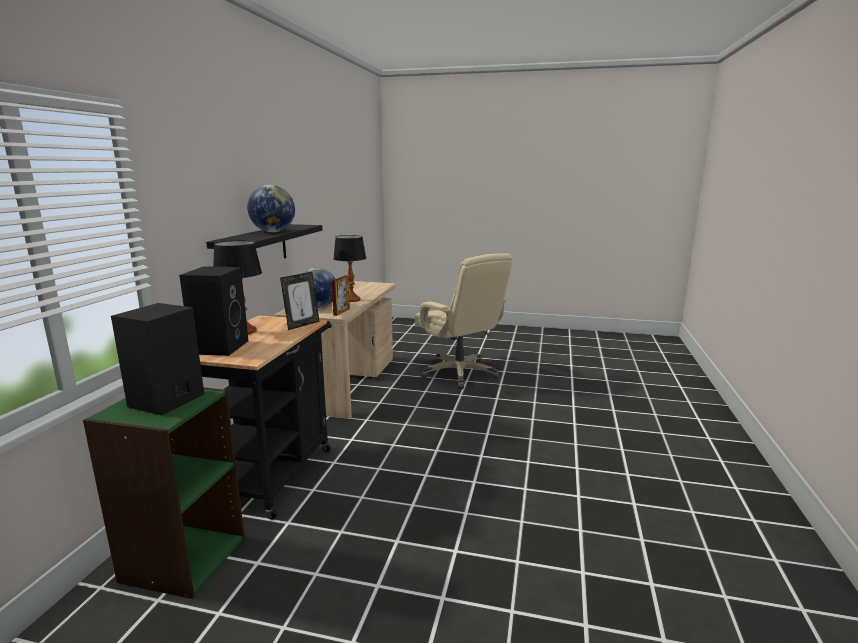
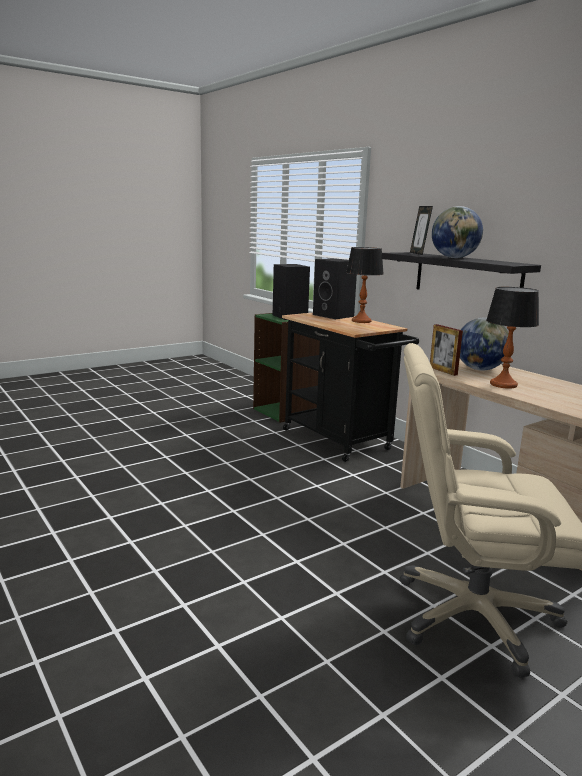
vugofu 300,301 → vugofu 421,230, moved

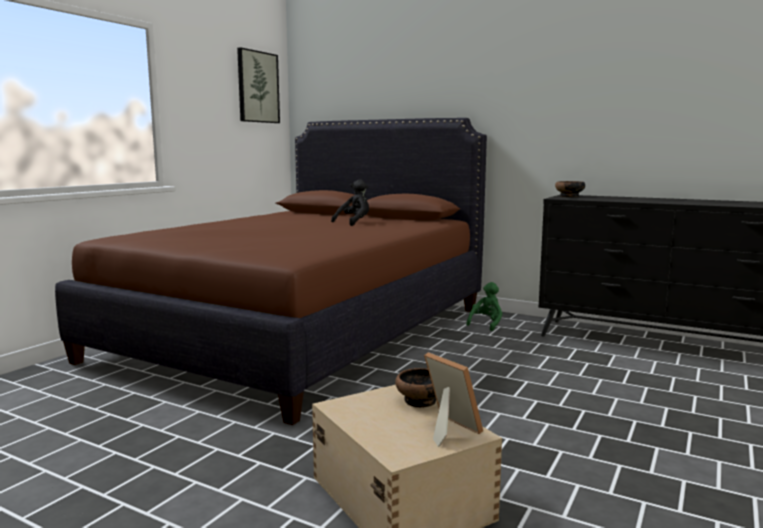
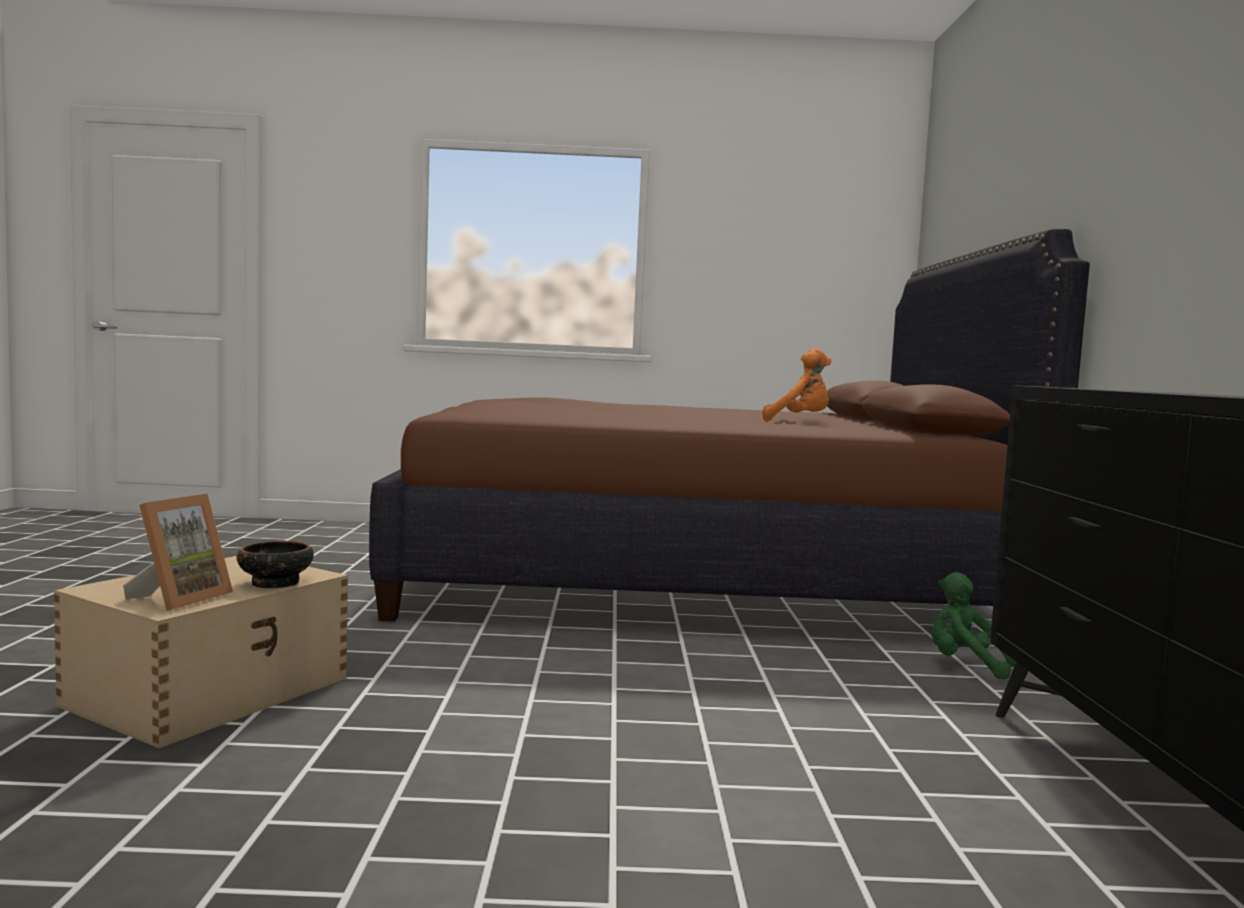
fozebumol 258,85 → -
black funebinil 350,202 → orange funebinil 797,385
green funebinil 484,306 → green funebinil 974,626, 150 degrees counterclockwise
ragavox 570,189 → -

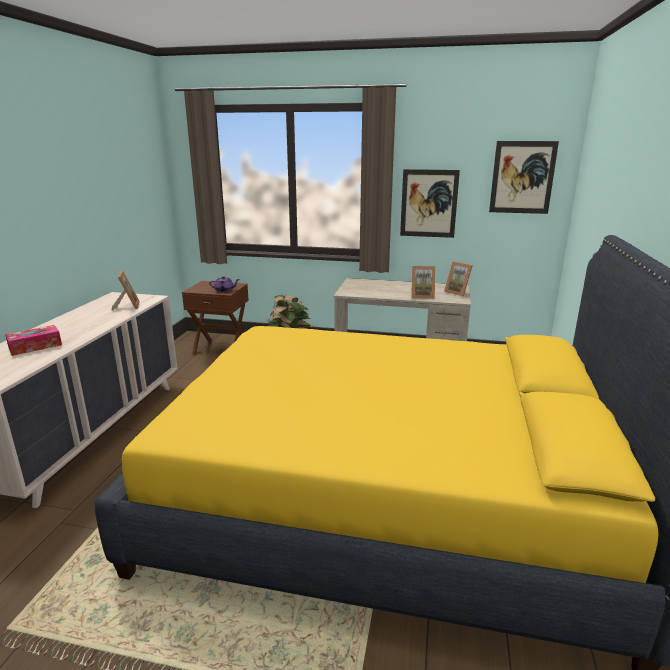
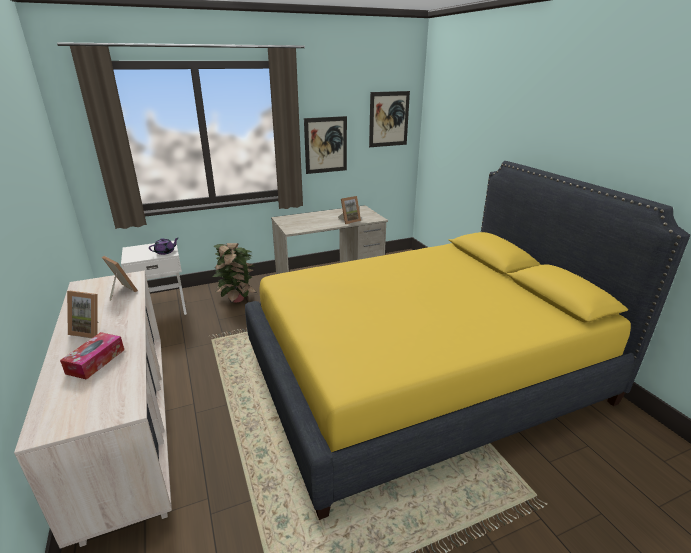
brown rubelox 215,318 → white rubelox 154,277
vugofu 458,279 → vugofu 83,314, moved

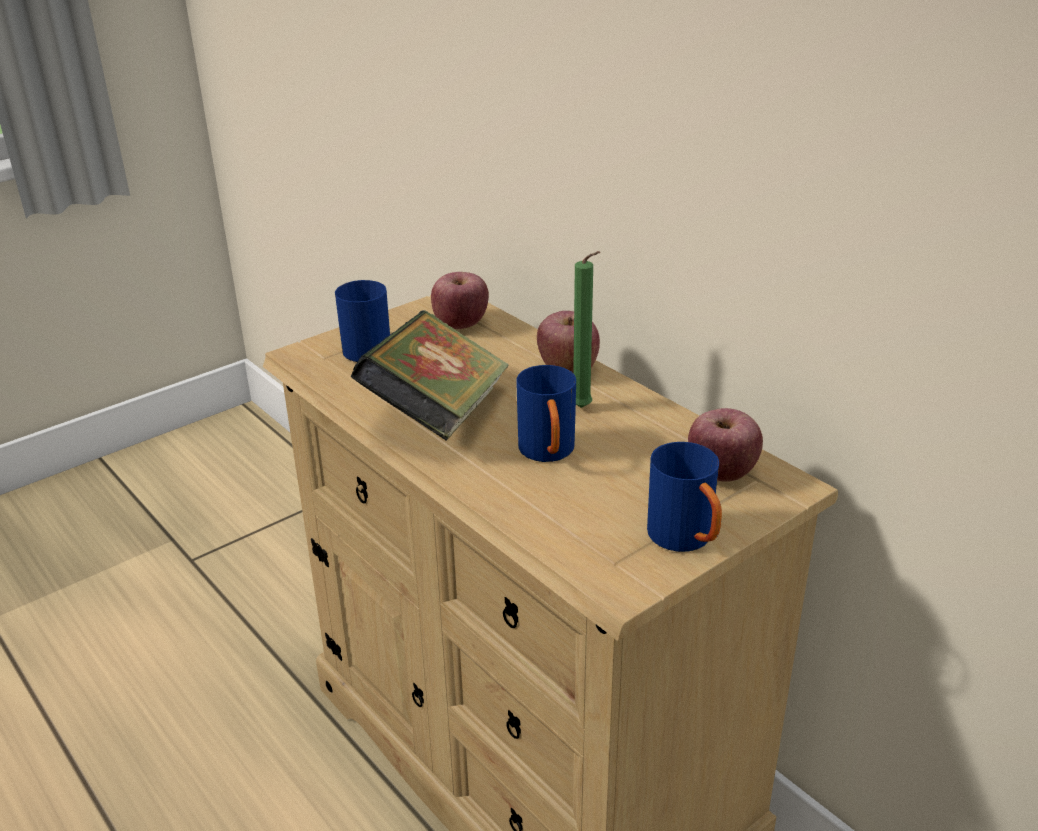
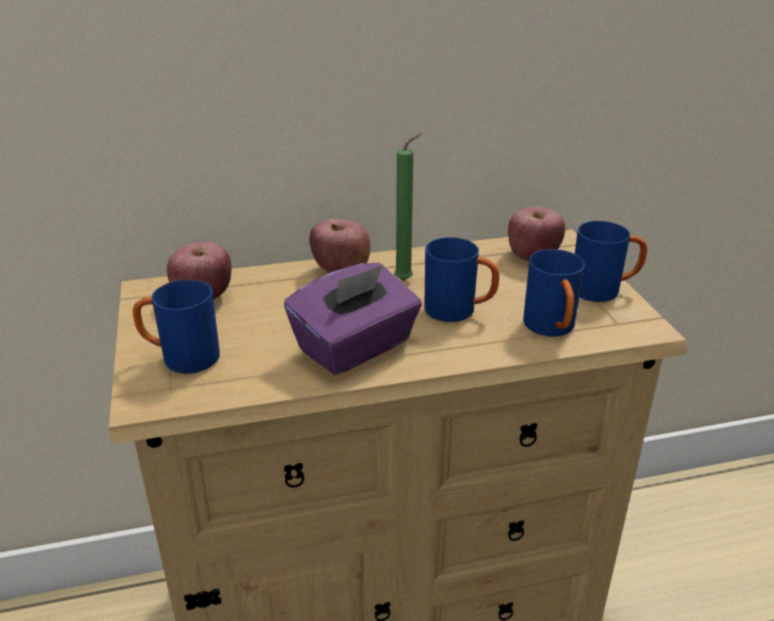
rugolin 430,375 → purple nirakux 353,318
- → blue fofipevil 554,292

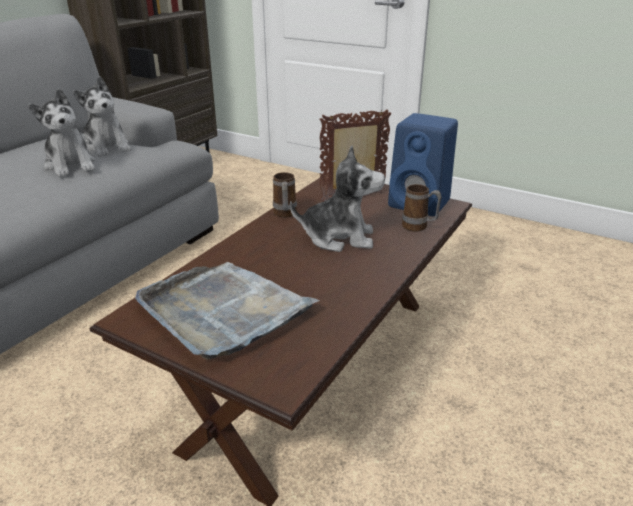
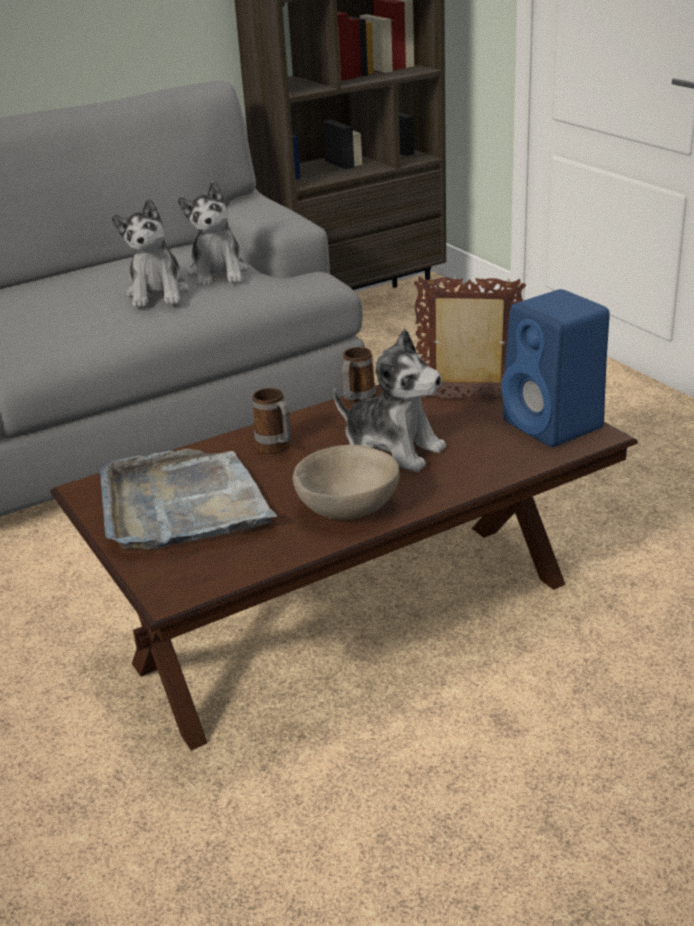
fofipevil 422,208 → fofipevil 271,421, moved
- → beige ragavox 346,482

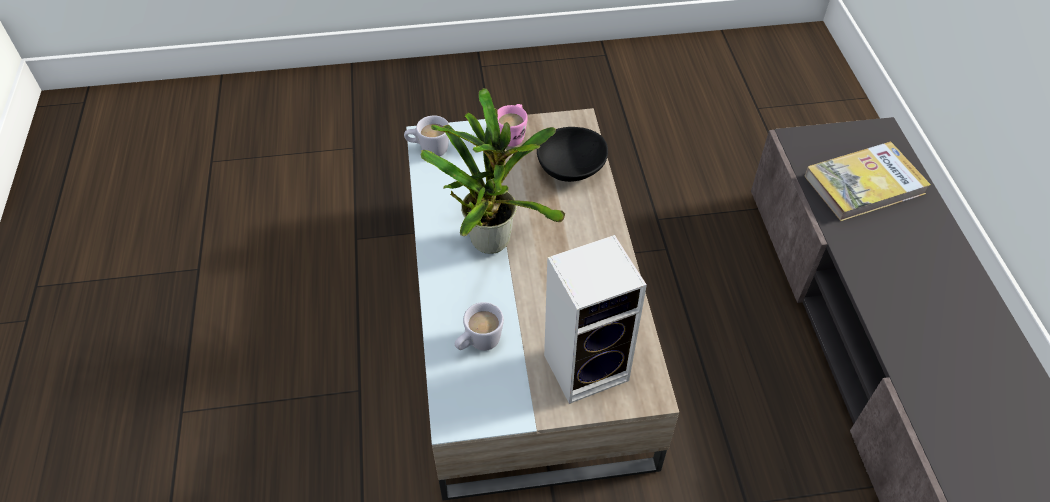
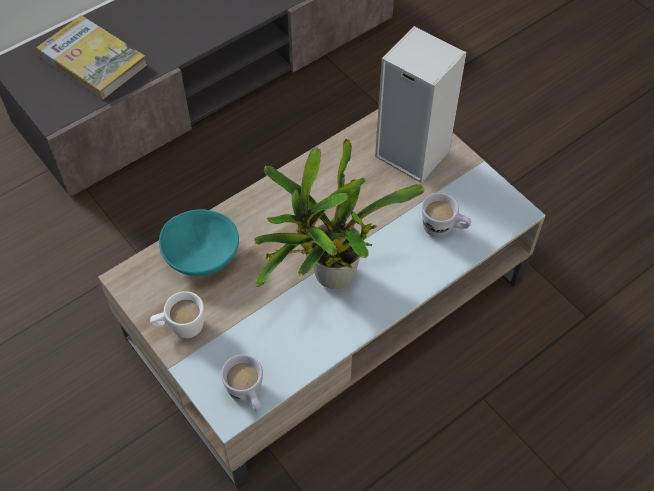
pink fofipevil 512,125 → white fofipevil 177,314
black ragavox 572,154 → turquoise ragavox 199,243

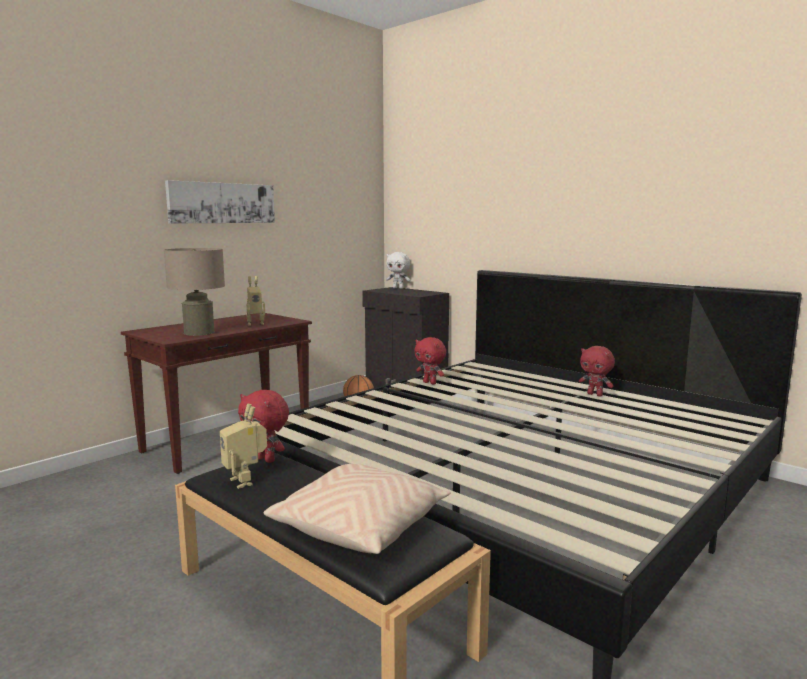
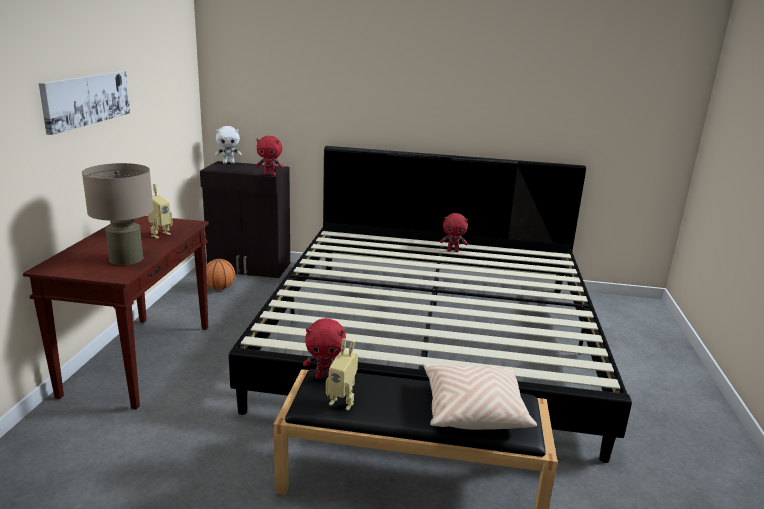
red funebinil 430,360 → red funebinil 270,156, moved

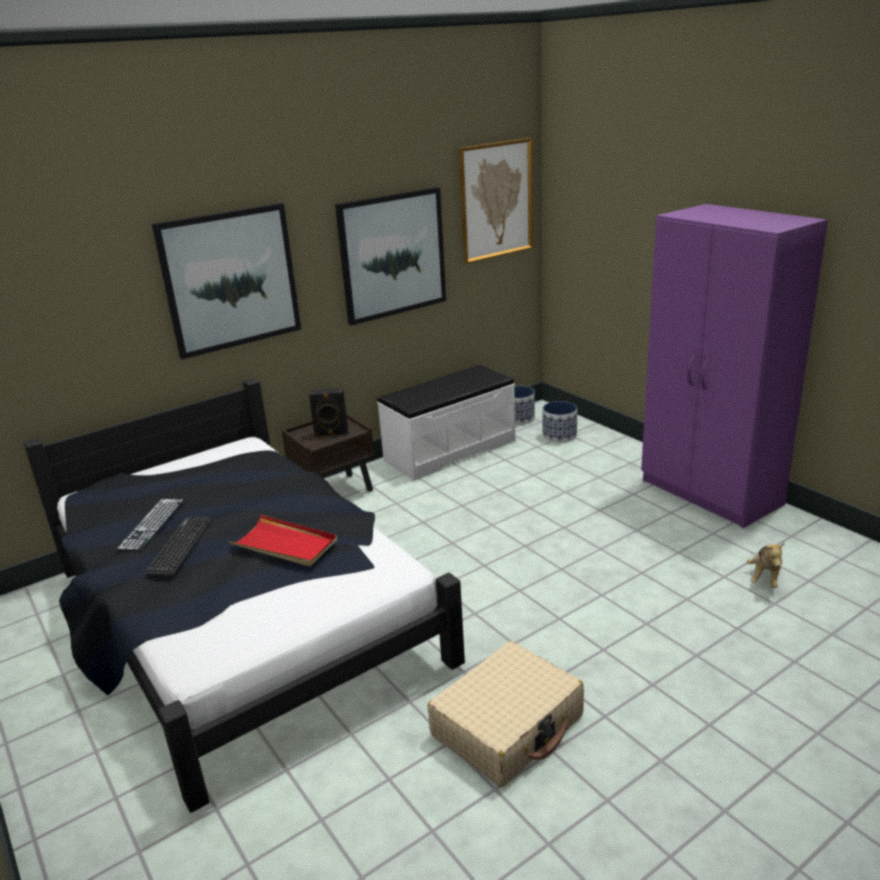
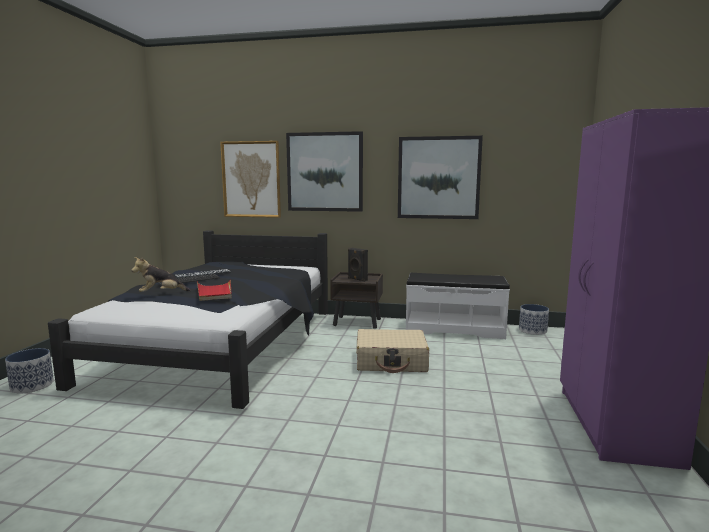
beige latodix 506,714 → beige latodix 392,351, moved
fozebumol 496,201 → fozebumol 250,179, moved
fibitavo 560,422 → fibitavo 29,370, moved
funebinil 766,565 → funebinil 161,274, moved

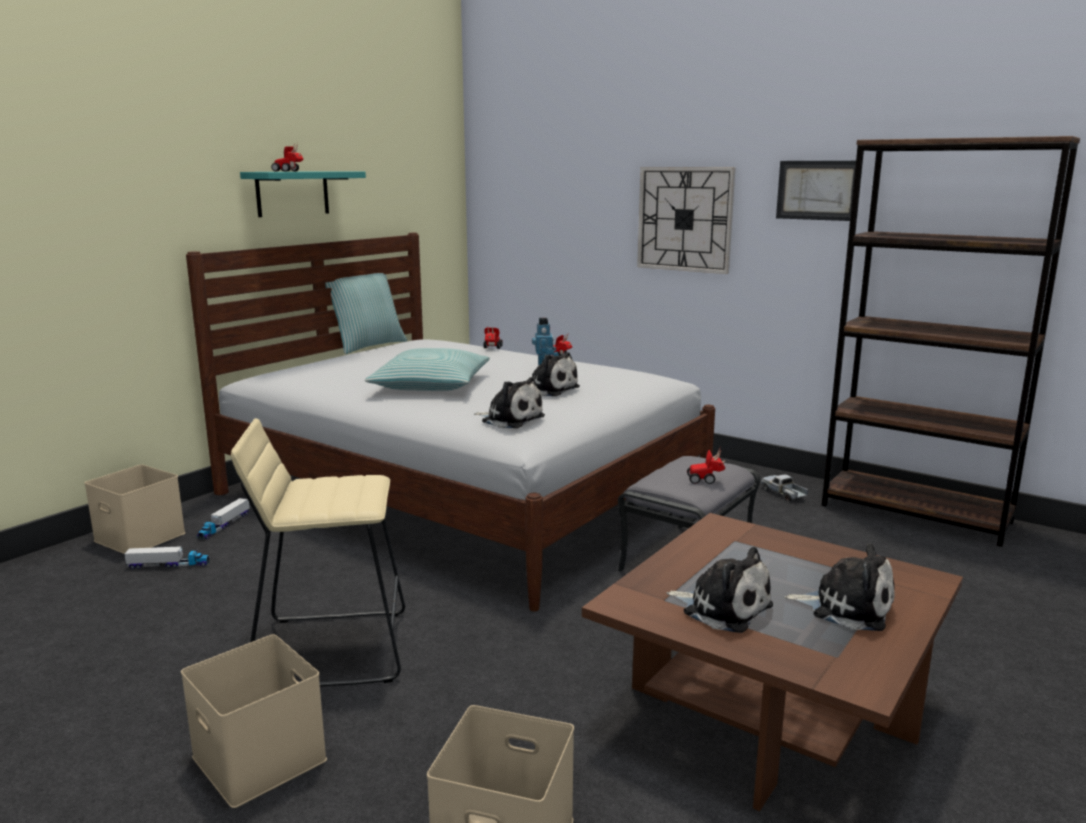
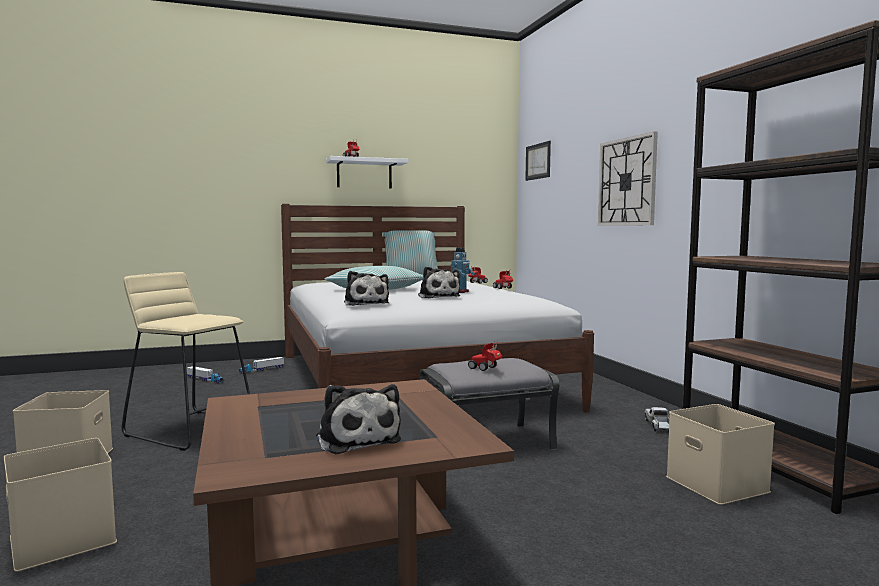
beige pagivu 135,509 → beige pagivu 720,454, moved
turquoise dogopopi 303,194 → white dogopopi 367,172
funebinil 719,590 → -
fozebumol 816,191 → fozebumol 538,161, moved

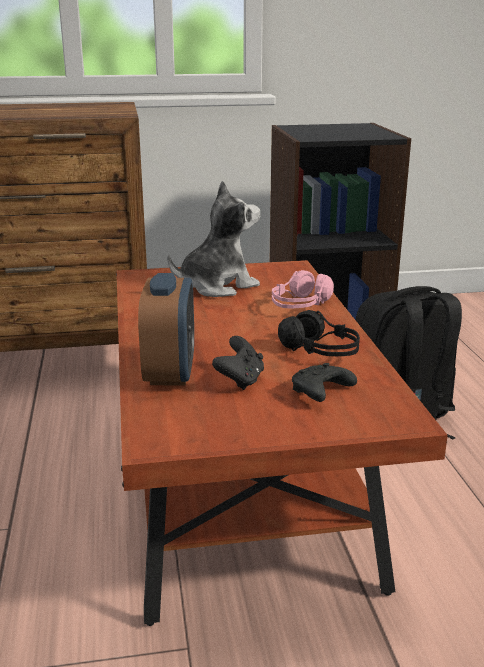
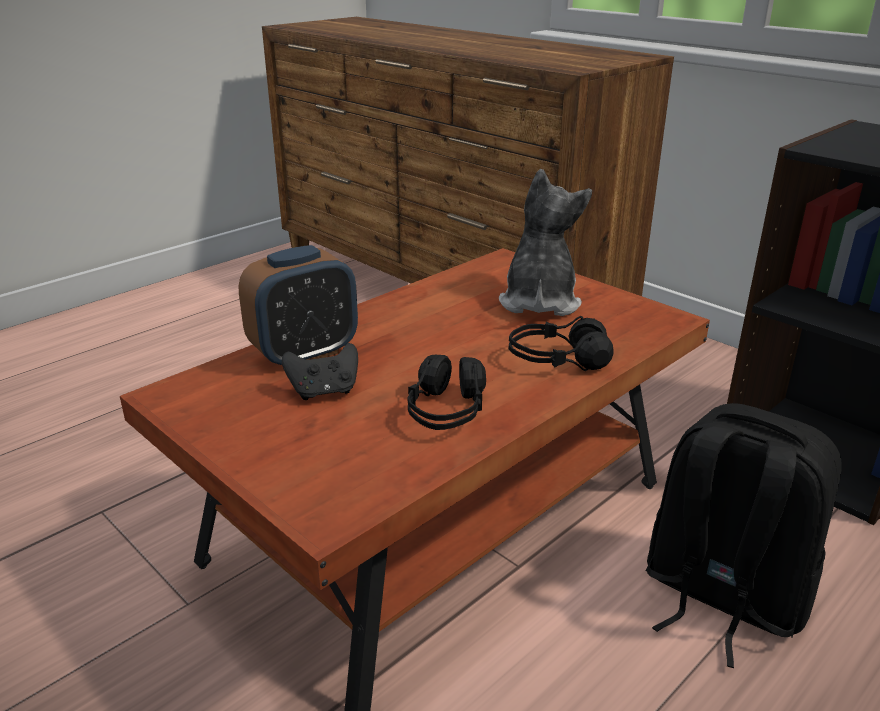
funebinil 213,239 → funebinil 545,242, 105 degrees counterclockwise
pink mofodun 303,289 → black mofodun 561,343
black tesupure 324,382 → -

